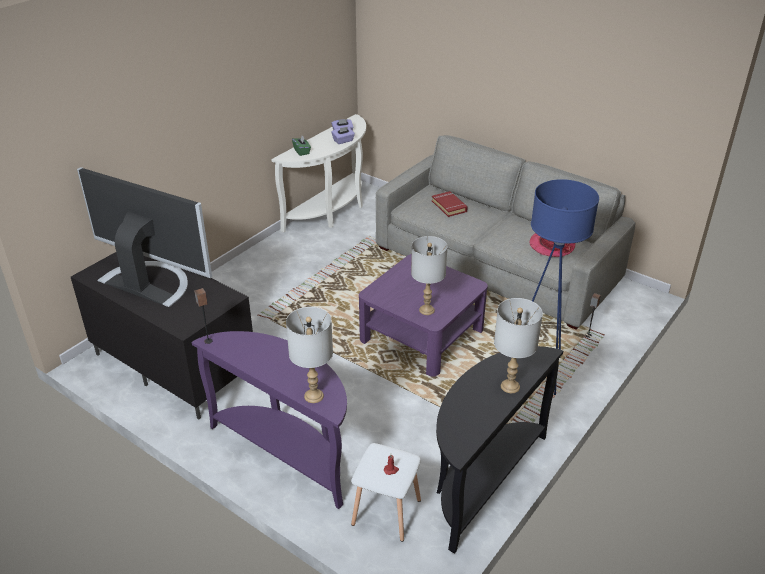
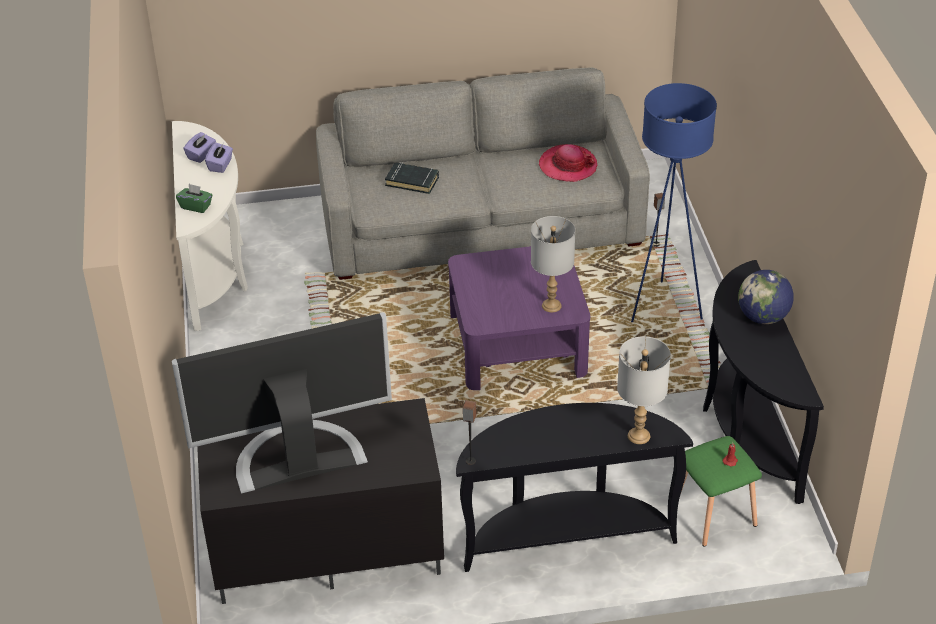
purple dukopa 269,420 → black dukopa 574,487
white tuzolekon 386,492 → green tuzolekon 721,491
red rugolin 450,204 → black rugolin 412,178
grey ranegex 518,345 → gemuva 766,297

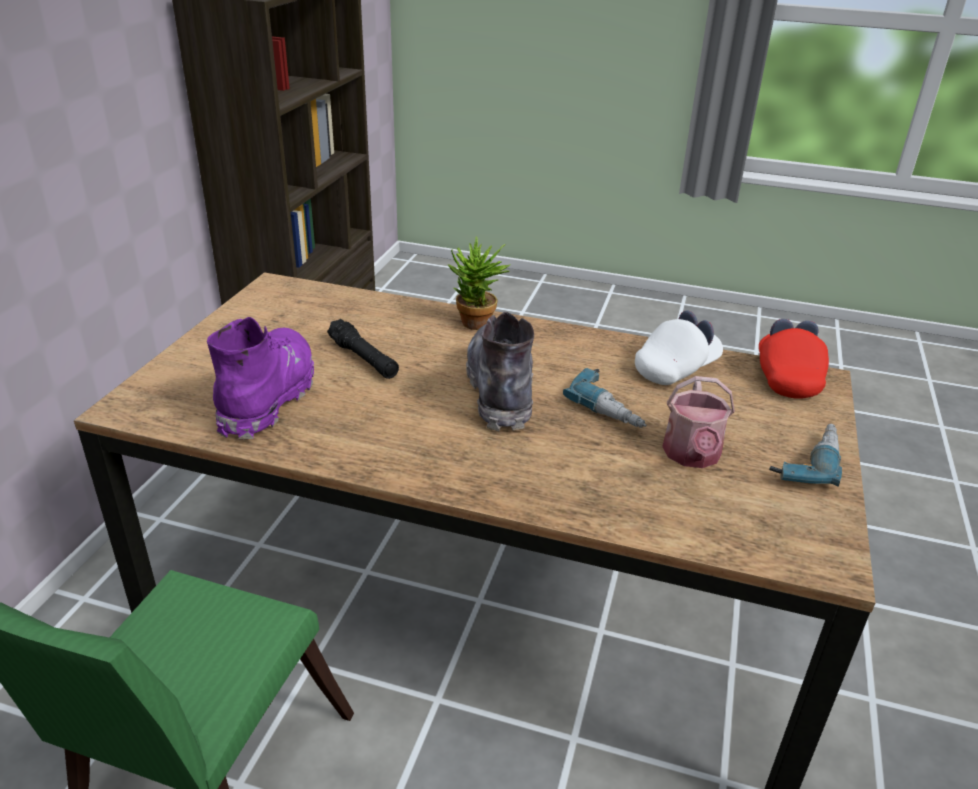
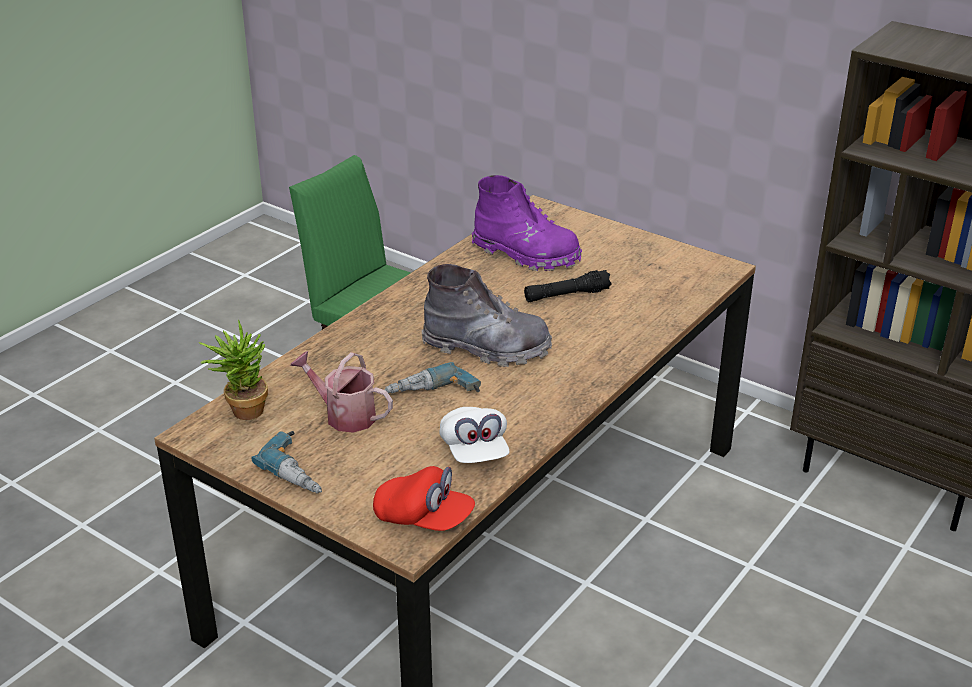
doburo 479,283 → doburo 233,369, moved

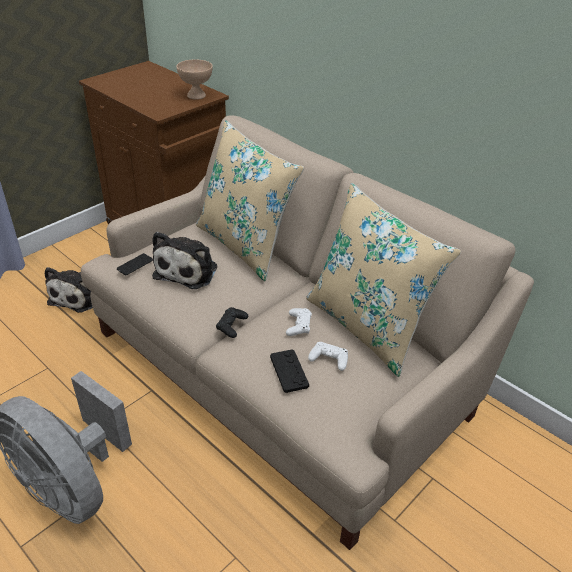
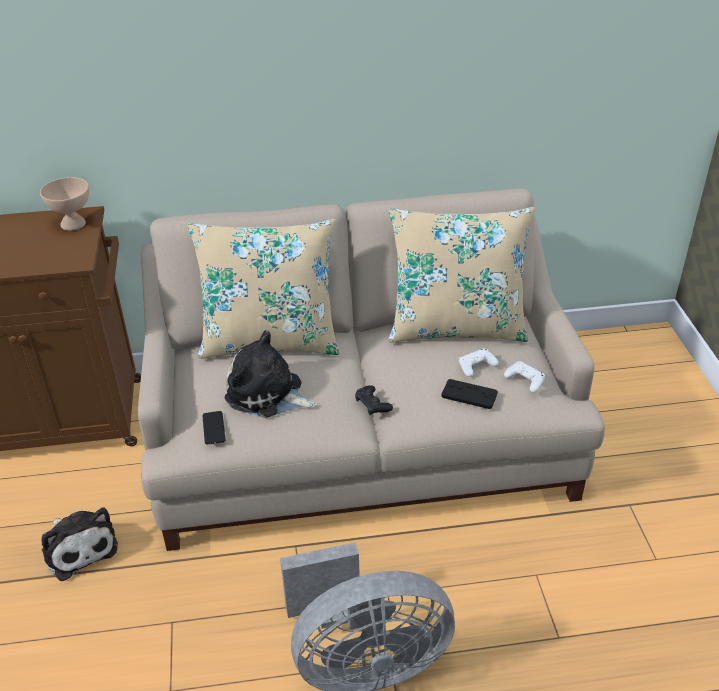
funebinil 184,260 → funebinil 271,374, 150 degrees clockwise
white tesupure 299,322 → white tesupure 524,377, moved

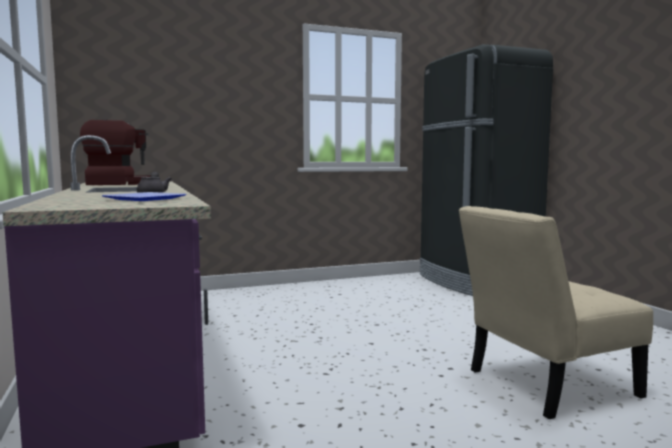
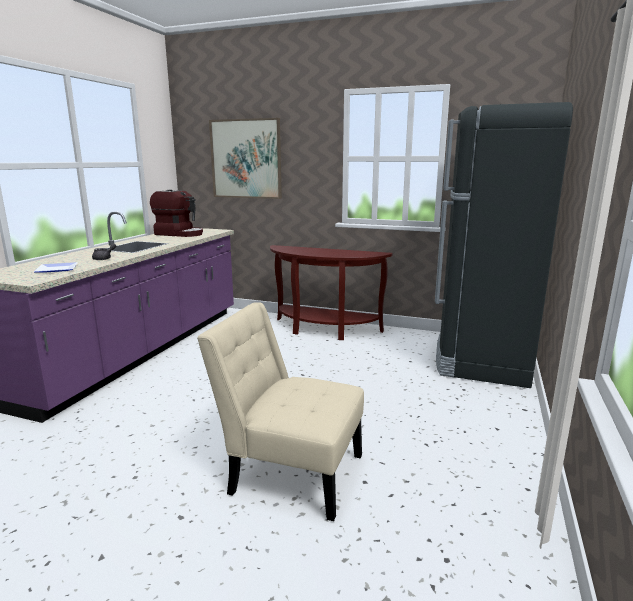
- → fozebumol 245,158
- → brown dukopa 331,292

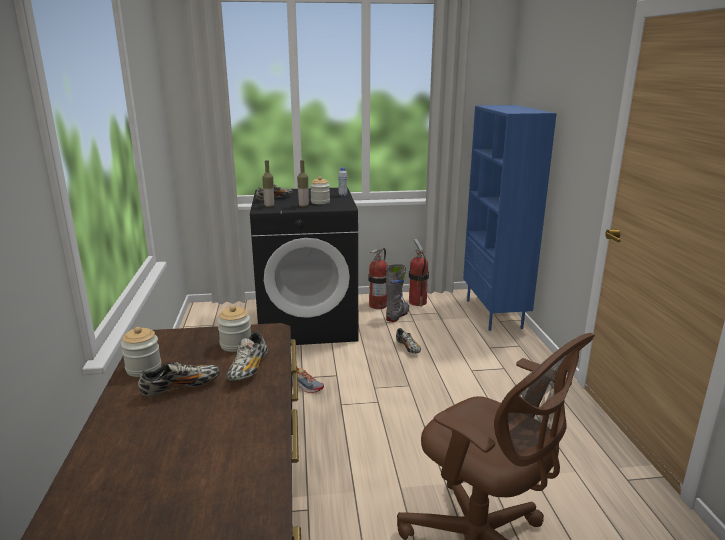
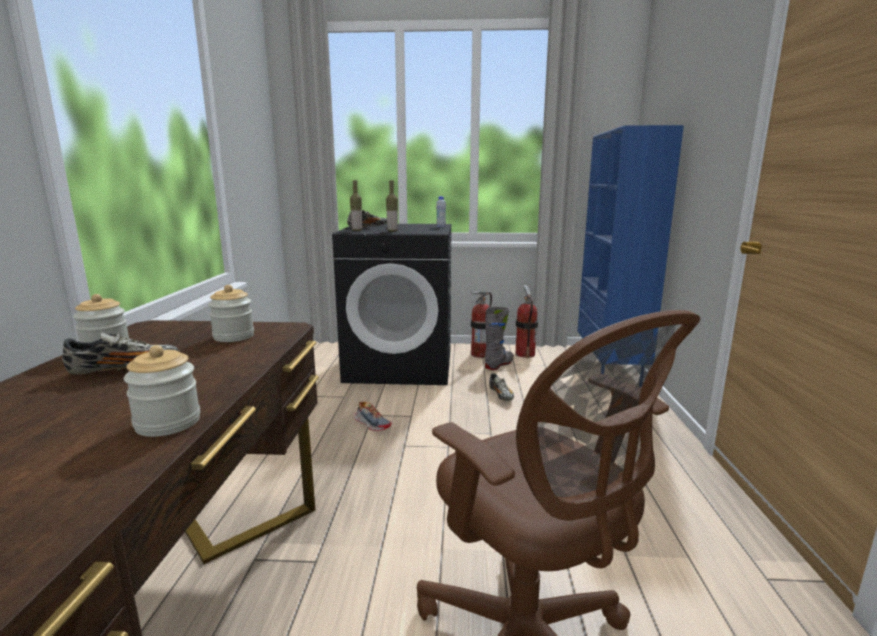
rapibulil 247,356 → -
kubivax 320,190 → kubivax 162,391, moved

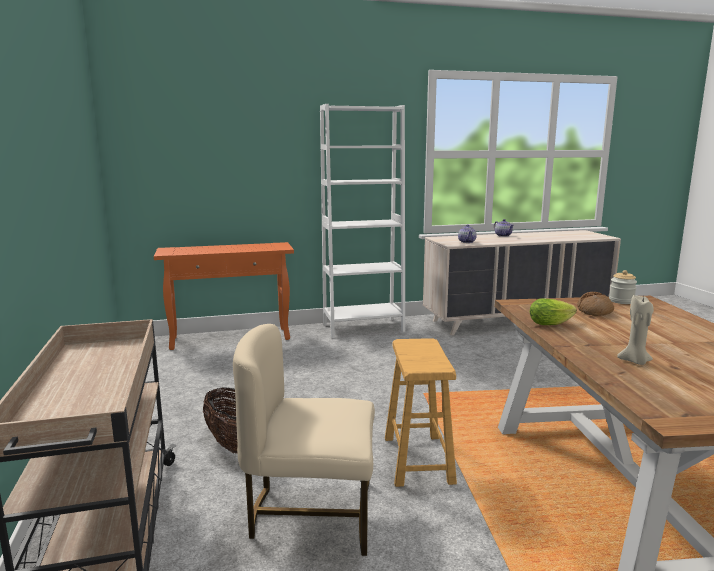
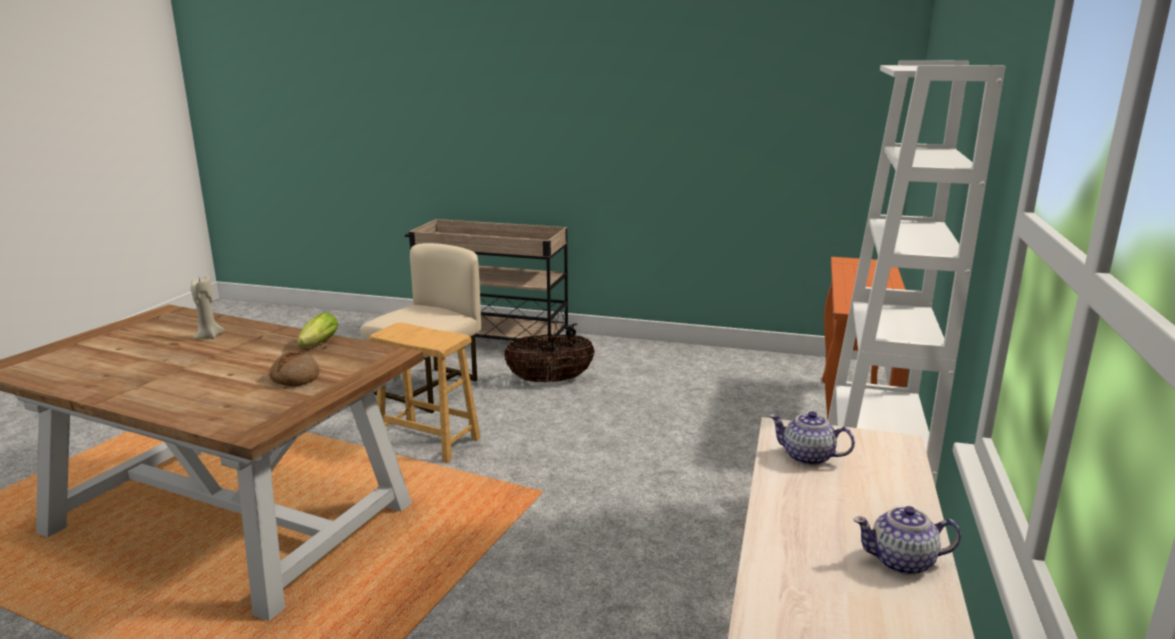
kubivax 623,287 → -

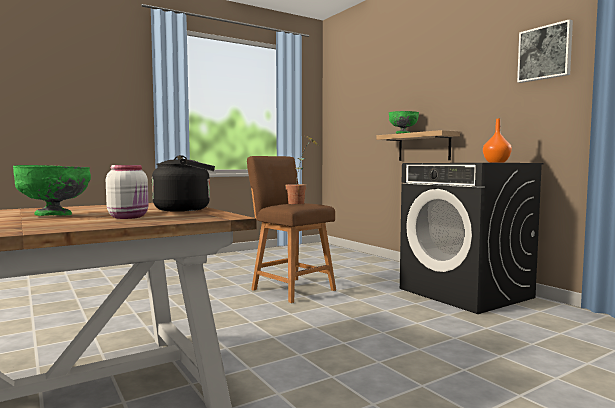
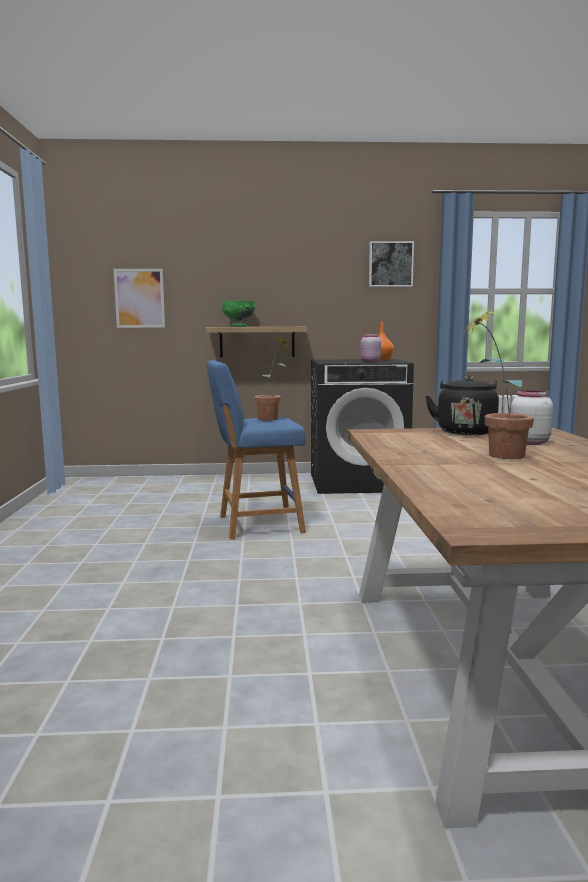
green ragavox 52,190 → doburo 498,384
brown tuzolekon 291,229 → blue tuzolekon 256,449
- → fozebumol 139,298
- → pink kubivax 370,348

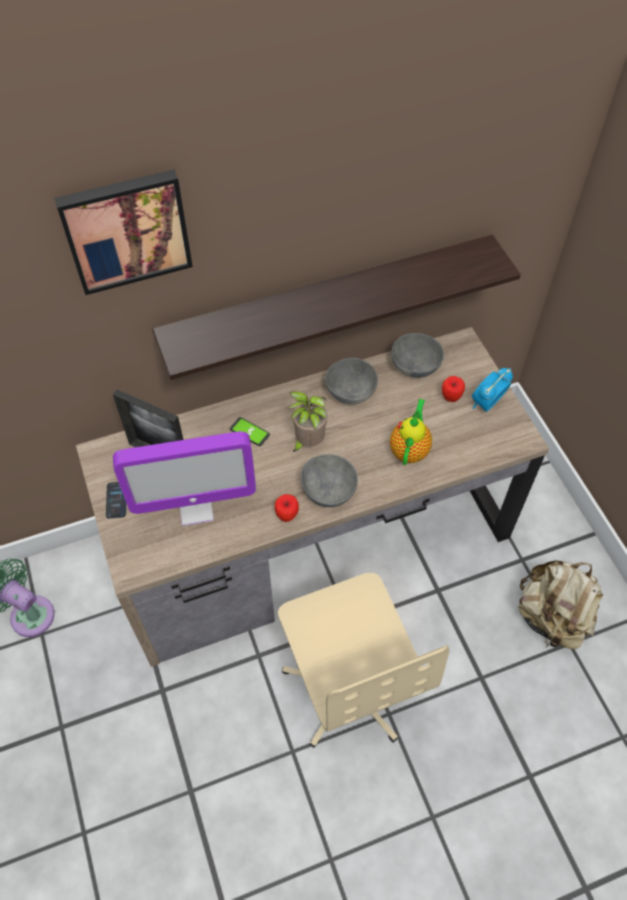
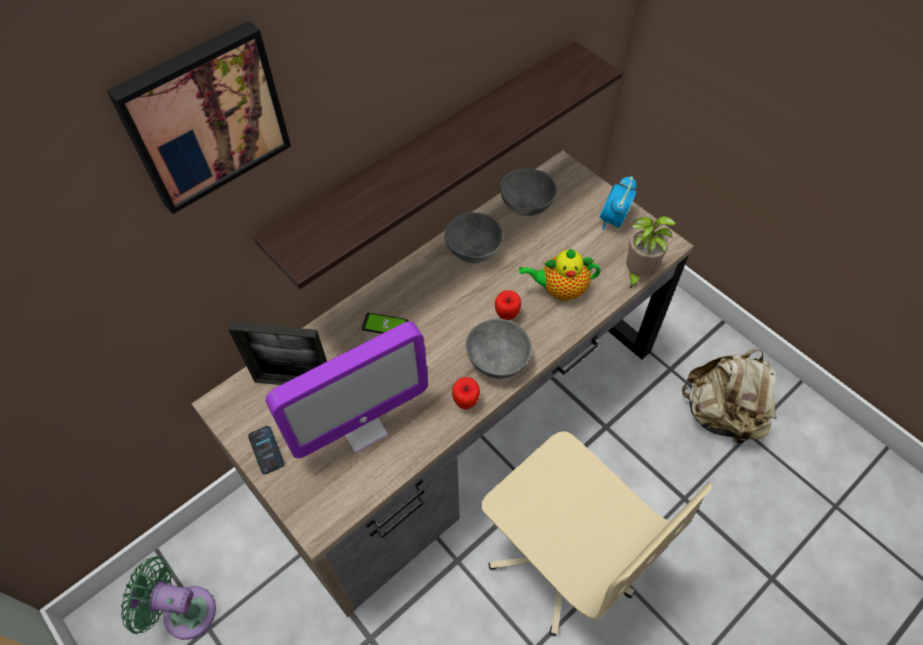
doburo 307,421 → doburo 651,252, moved
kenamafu 411,432 → kenamafu 560,275, 90 degrees counterclockwise
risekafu 453,389 → risekafu 508,305, moved

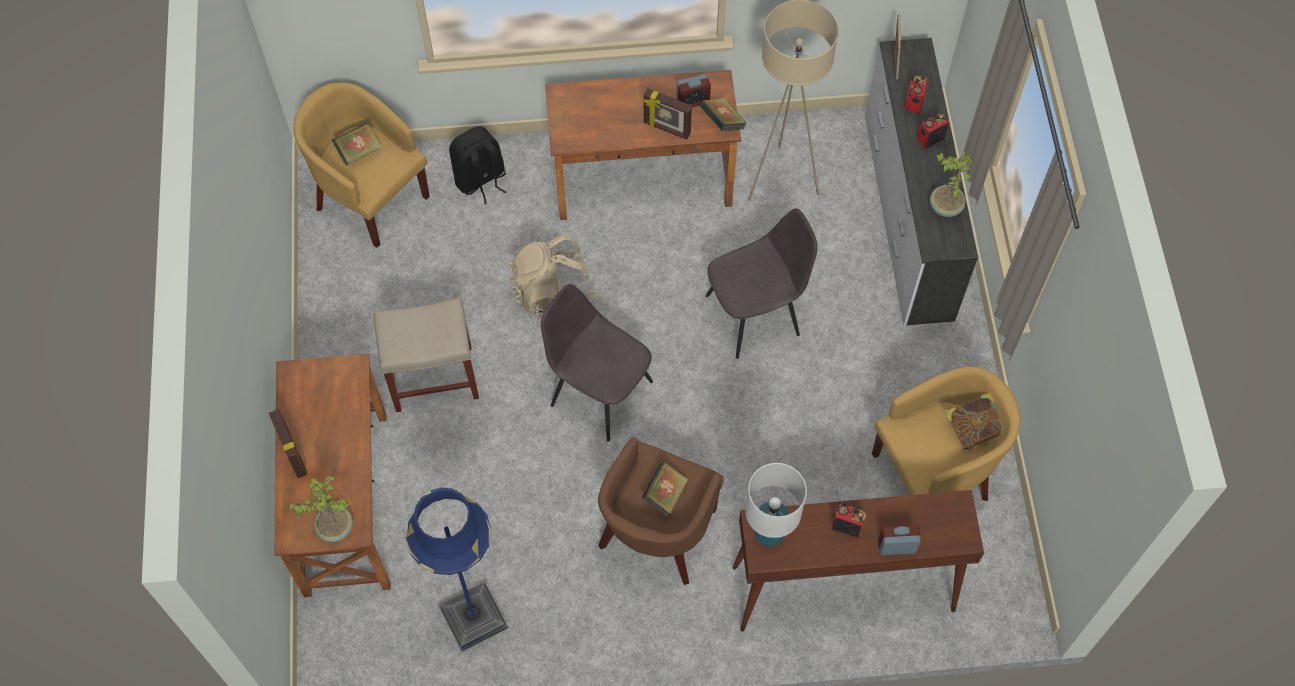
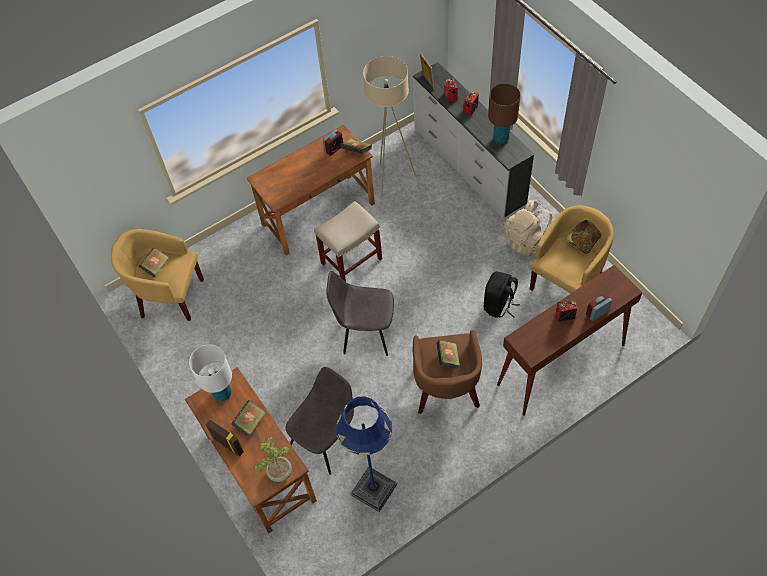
beige tuzolekon 426,355 → beige tuzolekon 348,241, moved
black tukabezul 477,165 → black tukabezul 502,294, moved
beige tukabezul 552,276 → beige tukabezul 527,228, moved
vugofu 667,114 → -
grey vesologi 762,283 → grey vesologi 319,421, moved
white ranegex 776,505 → white ranegex 210,373, moved
doburo 951,184 → brown ranegex 504,113
- → rugolin 248,418

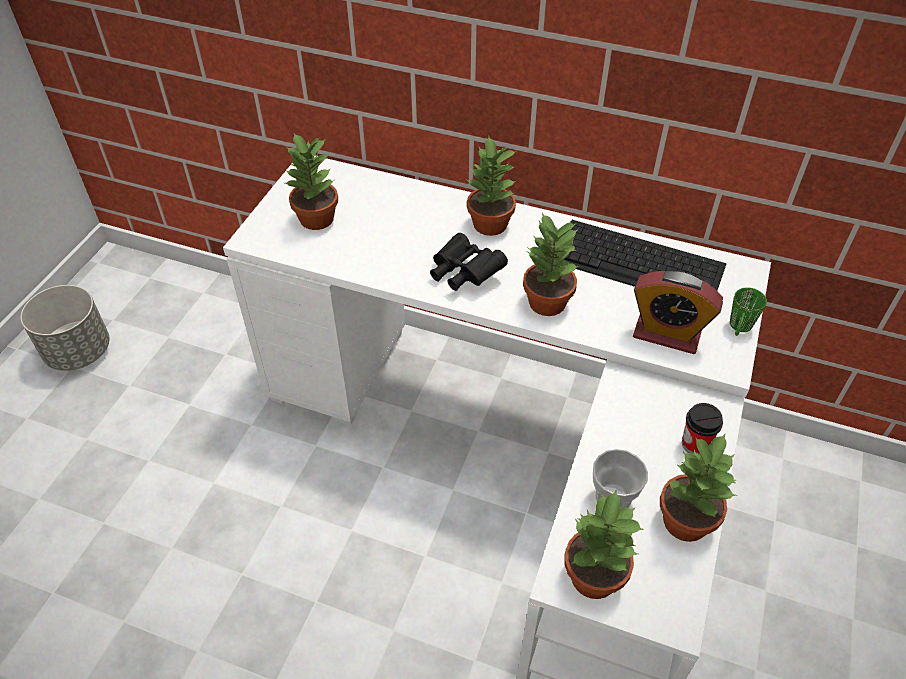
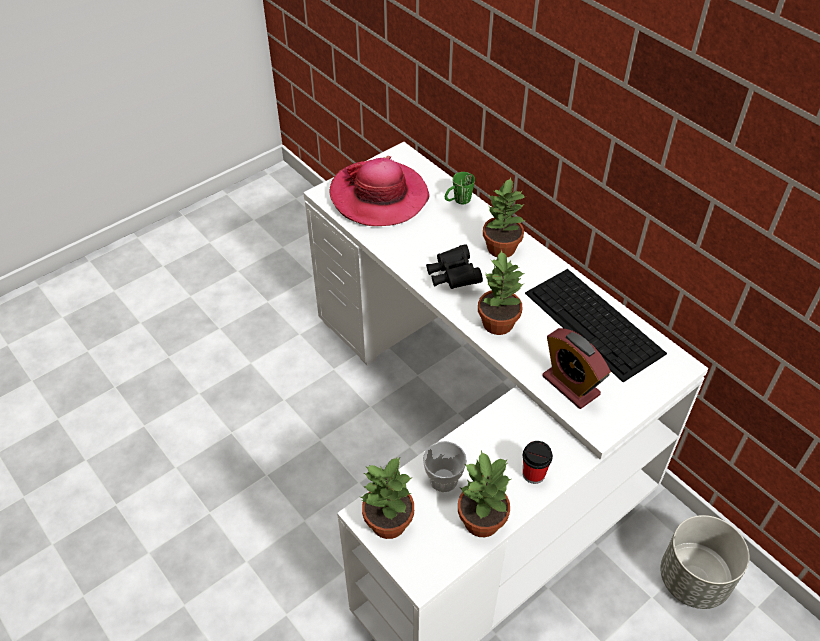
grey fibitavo 65,328 → grey fibitavo 704,562, moved
doburo 311,181 → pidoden 380,191
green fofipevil 748,312 → green fofipevil 460,188, moved

